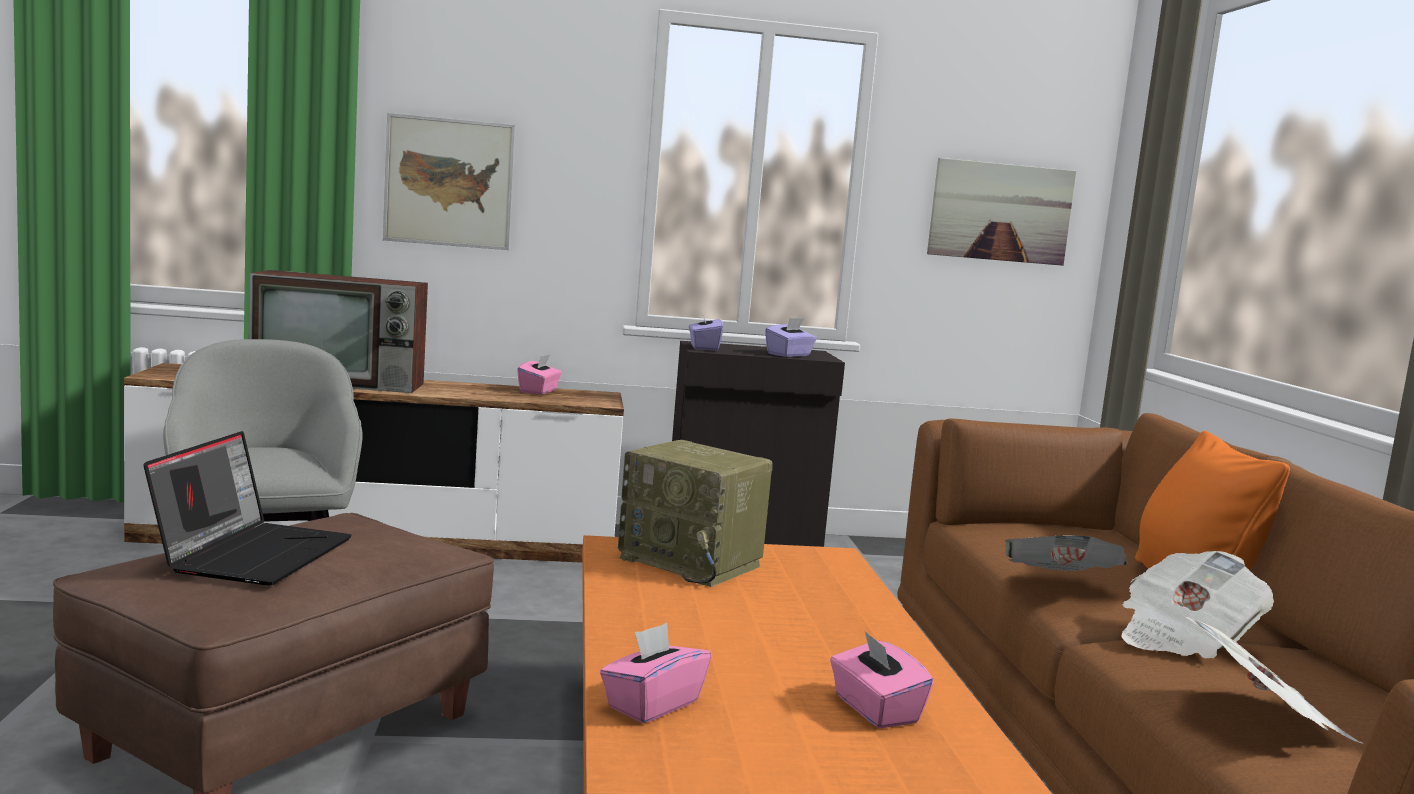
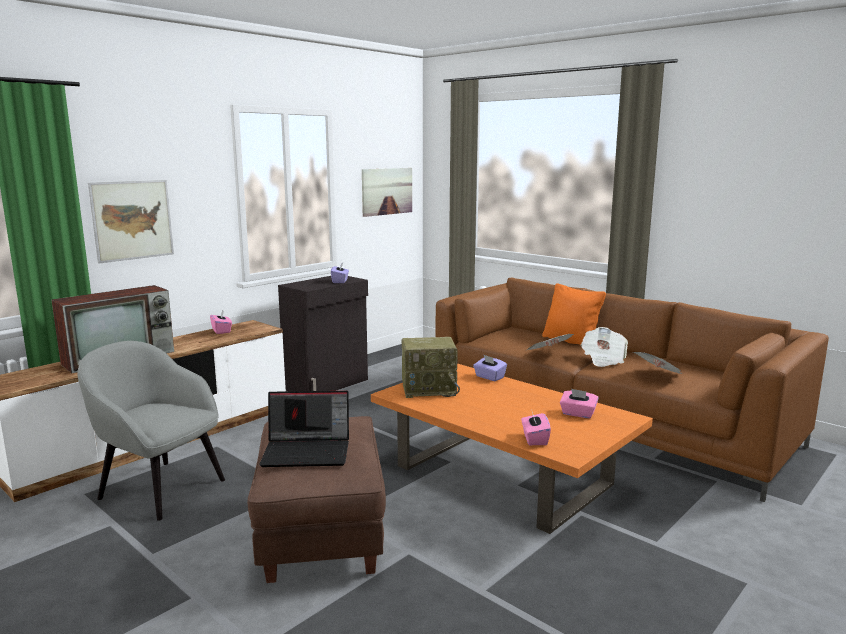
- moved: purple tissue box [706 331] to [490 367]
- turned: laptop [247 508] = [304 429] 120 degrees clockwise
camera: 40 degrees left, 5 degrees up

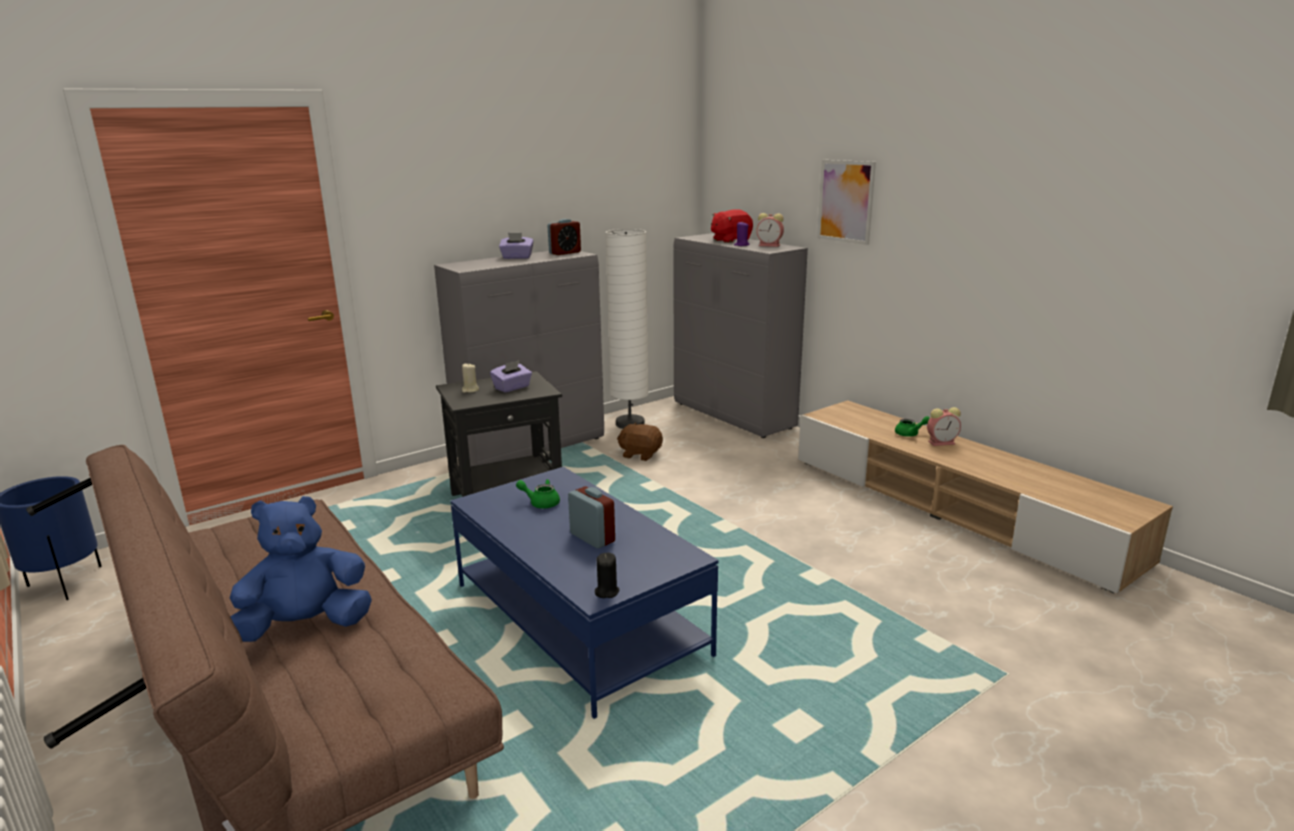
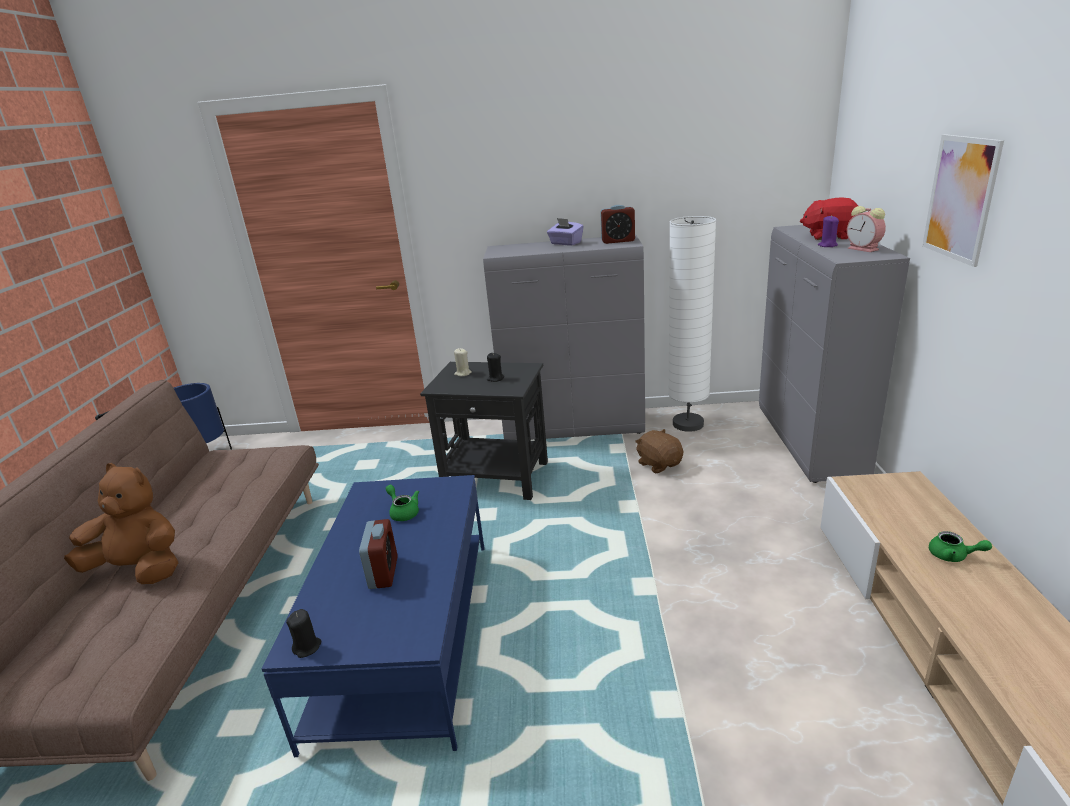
- replaced: purple tissue box [511 376] to black candle [495 367]
- removed: alarm clock [944 426]
- recoloured: blue plush toy [301 569] to brown plush toy [121 523]
camera: 40 degrees right, 5 degrees up

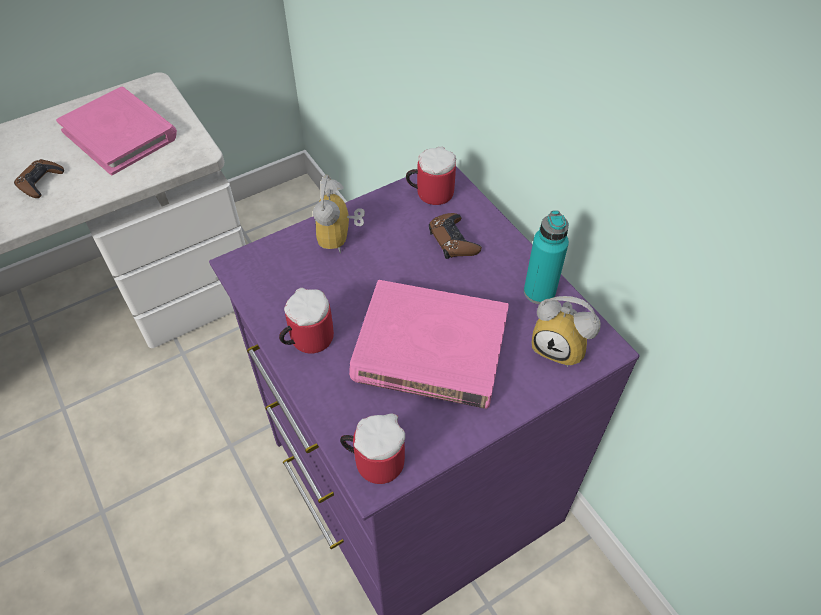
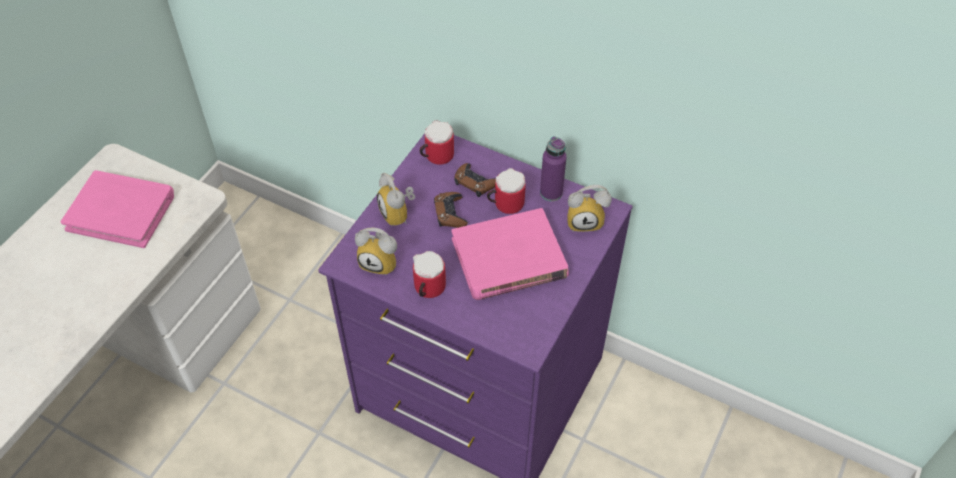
- moved: brown game controller [39 178] to [451 210]
- recoloured: turquoise bottle [546 257] to purple bottle [553 168]
- moved: mug [372 448] to [506 191]
- added: alarm clock [376 251]
camera: 30 degrees left, 0 degrees up

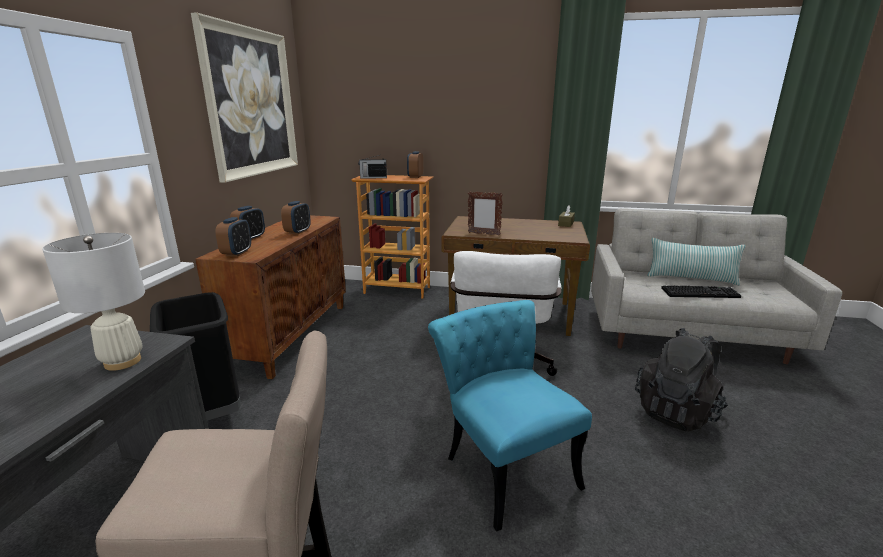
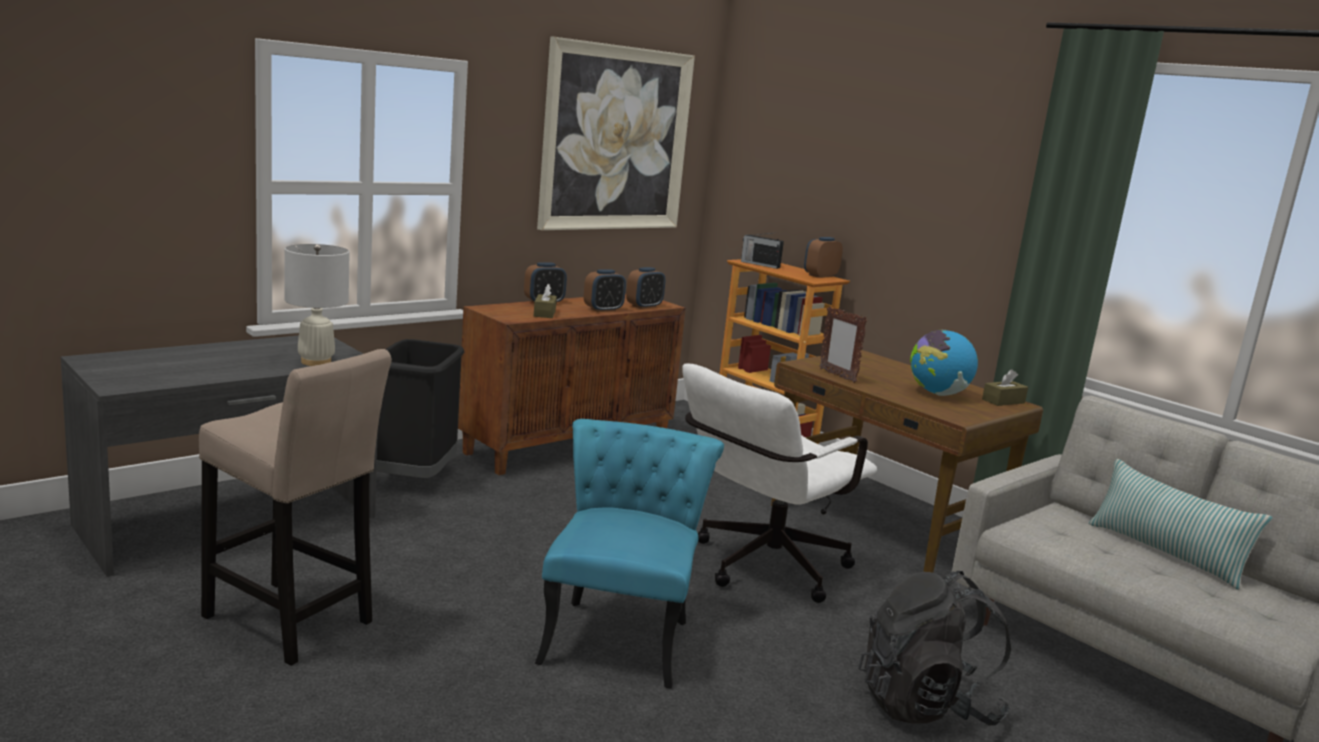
- moved: alarm clock [233 237] to [646 288]
- removed: keyboard [701 291]
- added: brown tissue box [545 301]
- added: globe [944 362]
camera: 35 degrees right, 5 degrees down

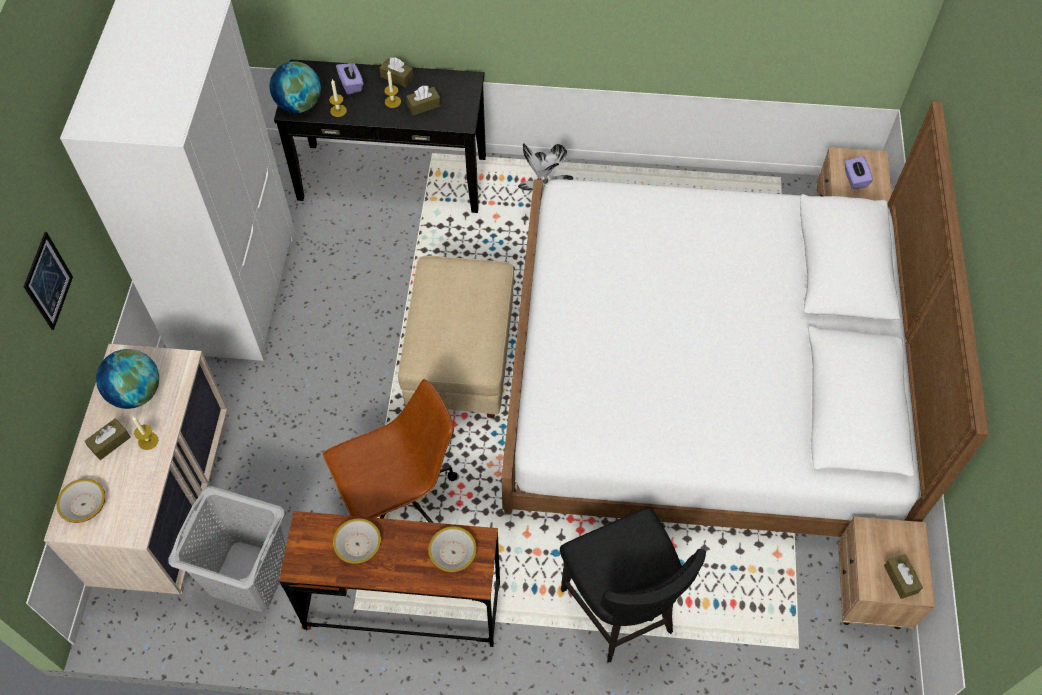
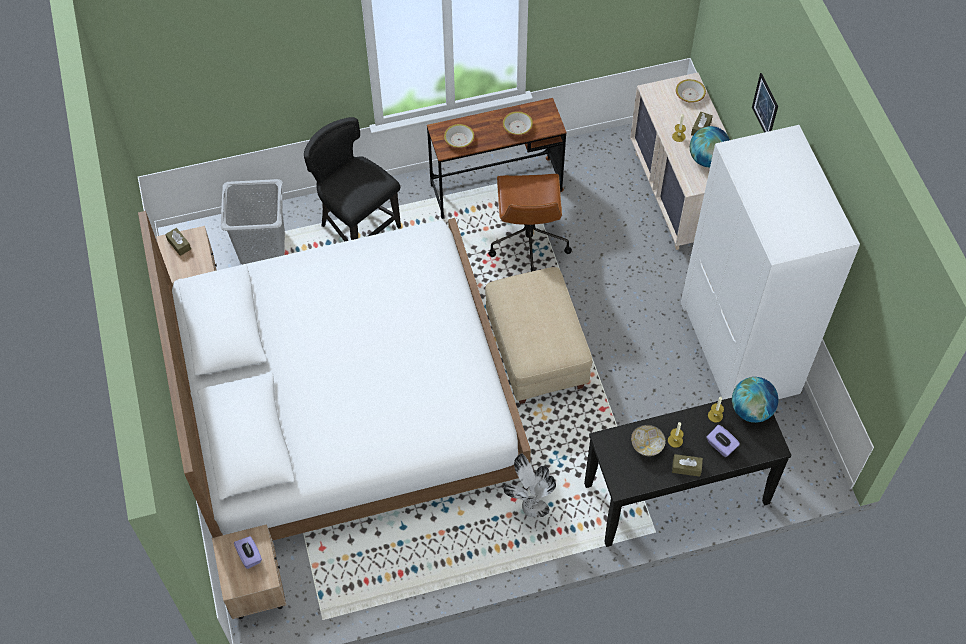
- replaced: brown tissue box [423 100] to bowl [648 440]
- turned: brown office chair [390 451] = [530 223] 45 degrees counterclockwise
- moved: grey laundry basket [227 549] to [253 221]
camera: 160 degrees right, 0 degrees up

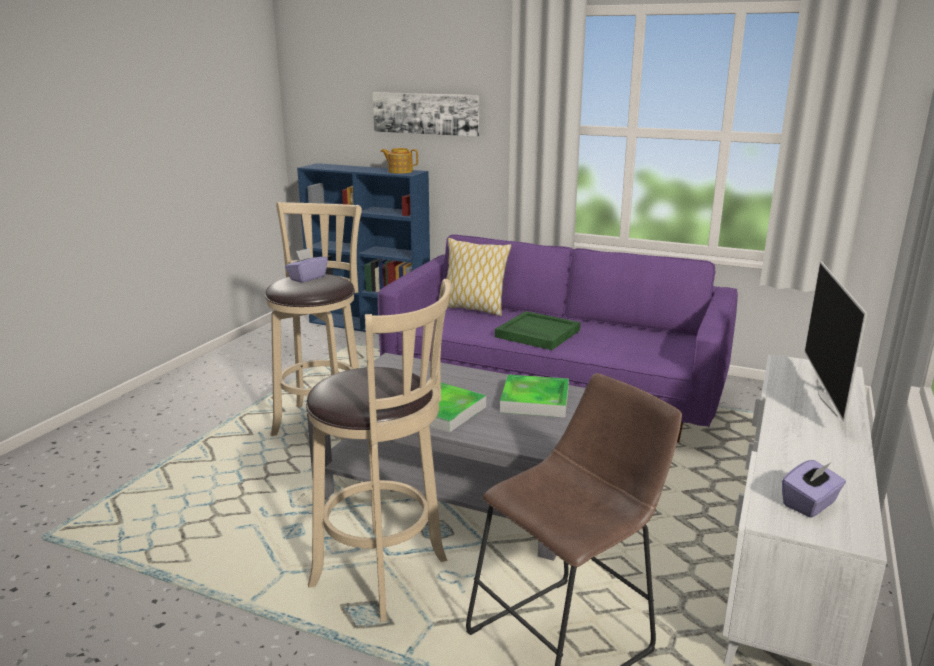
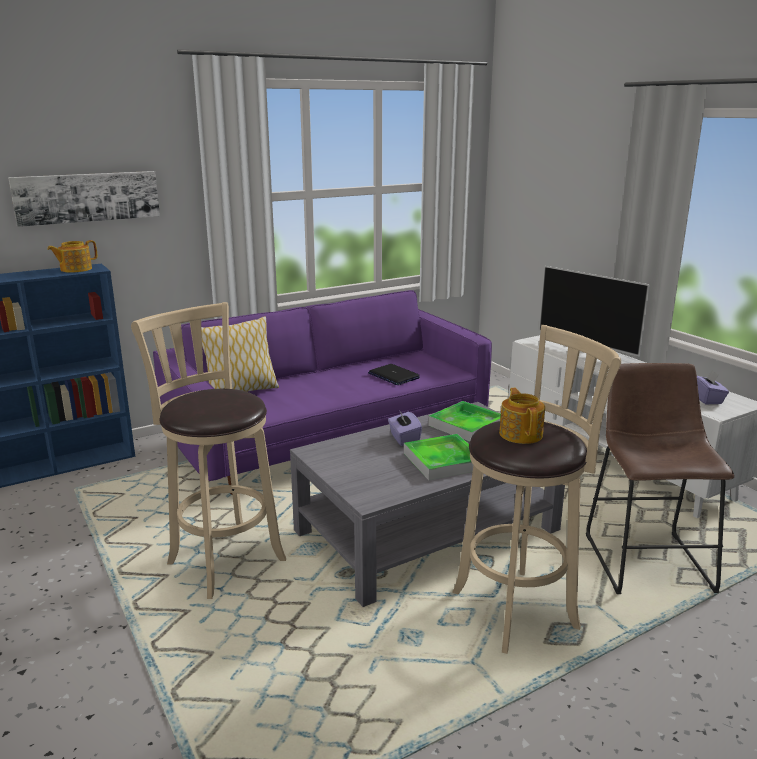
- moved: purple tissue box [306 265] to [405 428]
- removed: green tray [538 330]
- added: laptop [394 374]
- added: teapot [522 416]
camera: 55 degrees left, 0 degrees up

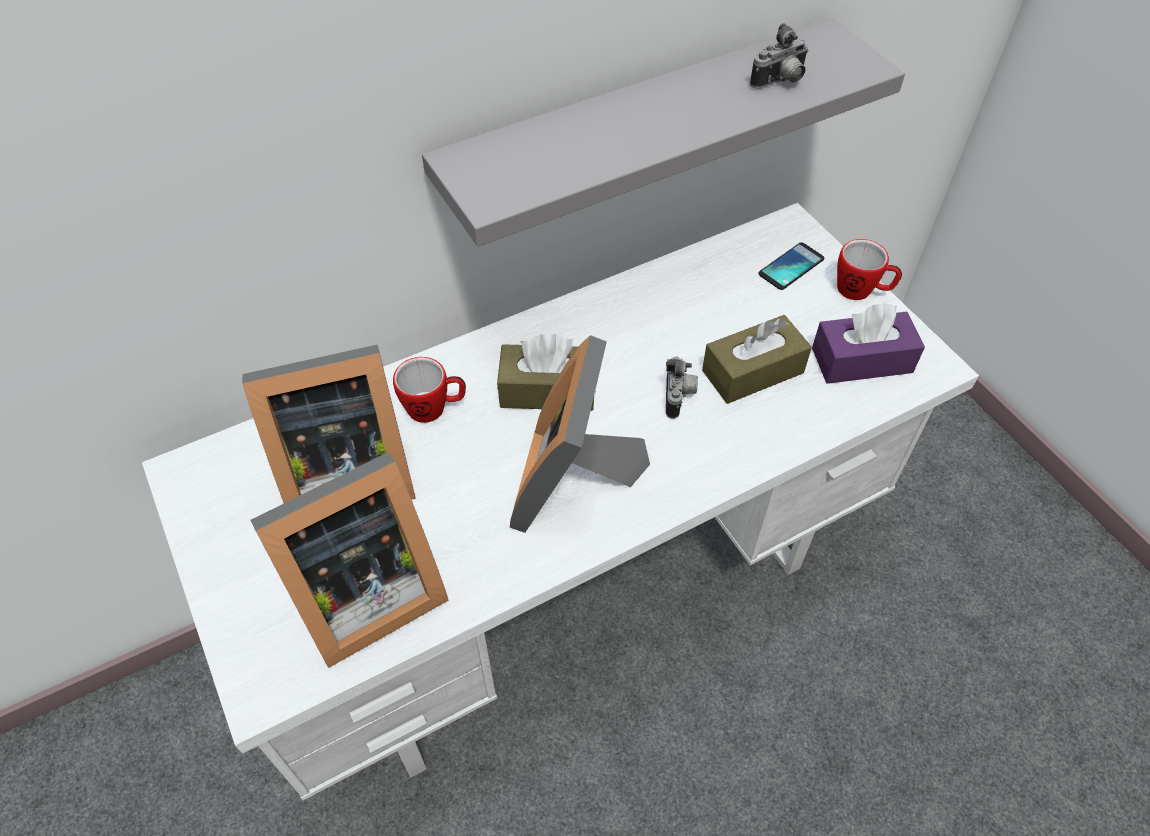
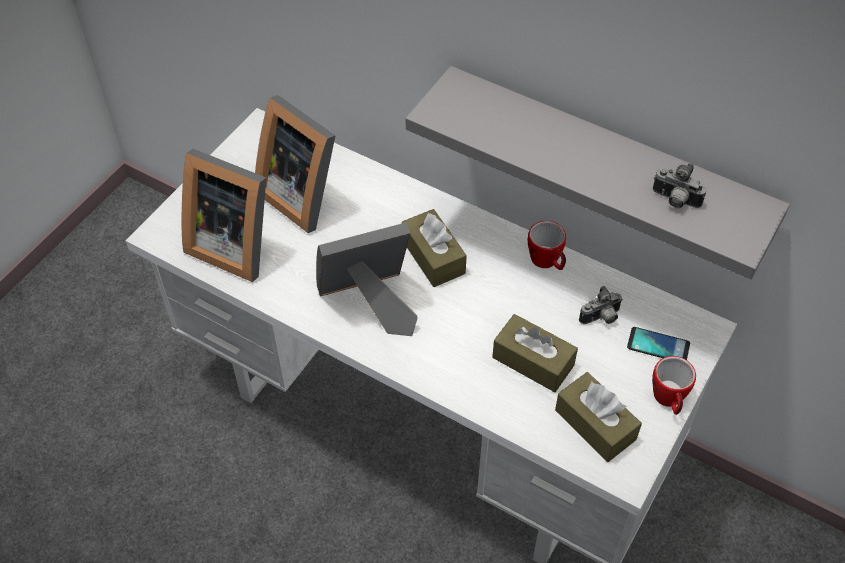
- recoloured: purple tissue box [868 343] to brown tissue box [598 417]
- moved: photo camera [682 387] to [601 305]
- moved: mug [429 390] to [547 245]
camera: 60 degrees right, 0 degrees up

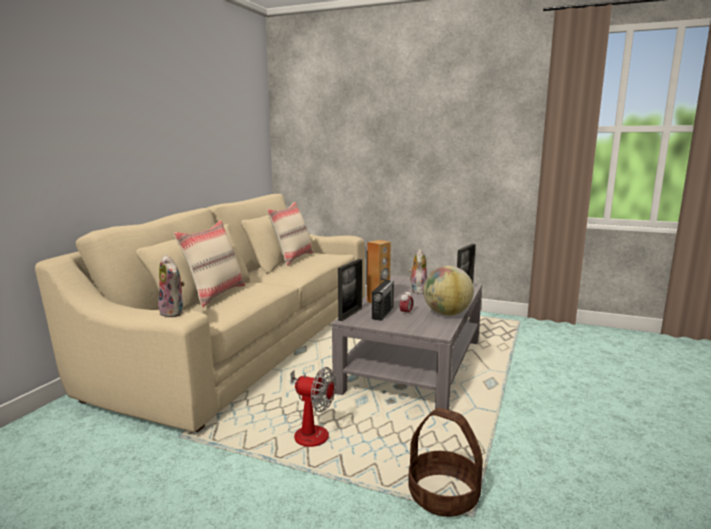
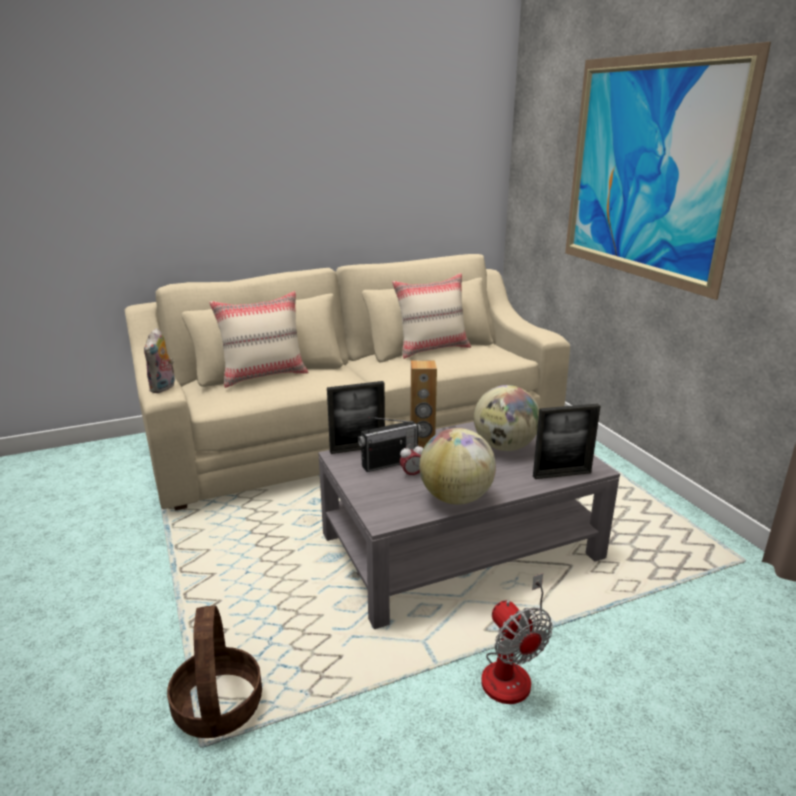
- replaced: plush toy [418 271] to globe [506 418]
- moved: fan [311 407] to [516 638]
- added: picture [668 171]
camera: 45 degrees right, 10 degrees up

